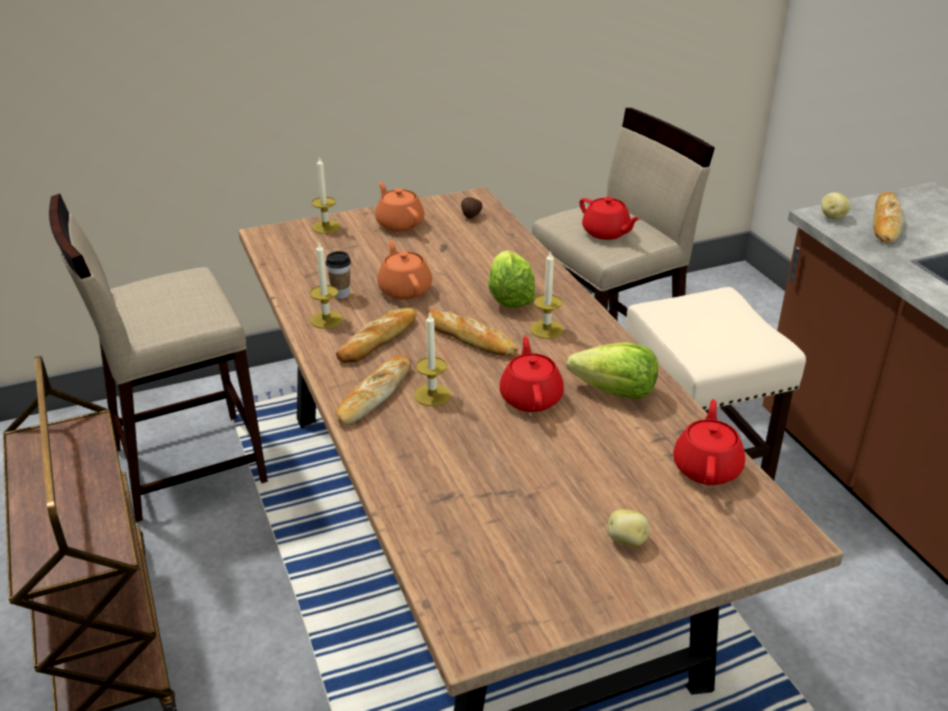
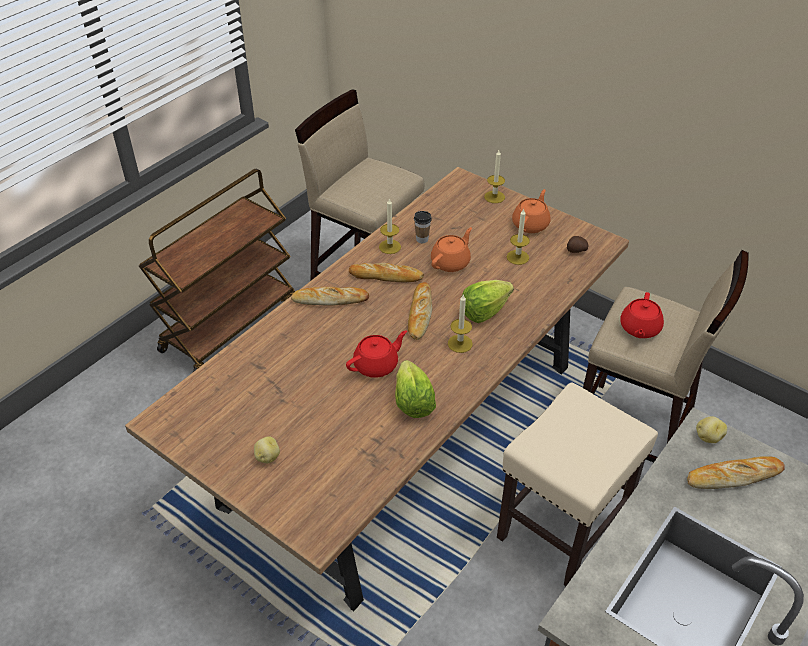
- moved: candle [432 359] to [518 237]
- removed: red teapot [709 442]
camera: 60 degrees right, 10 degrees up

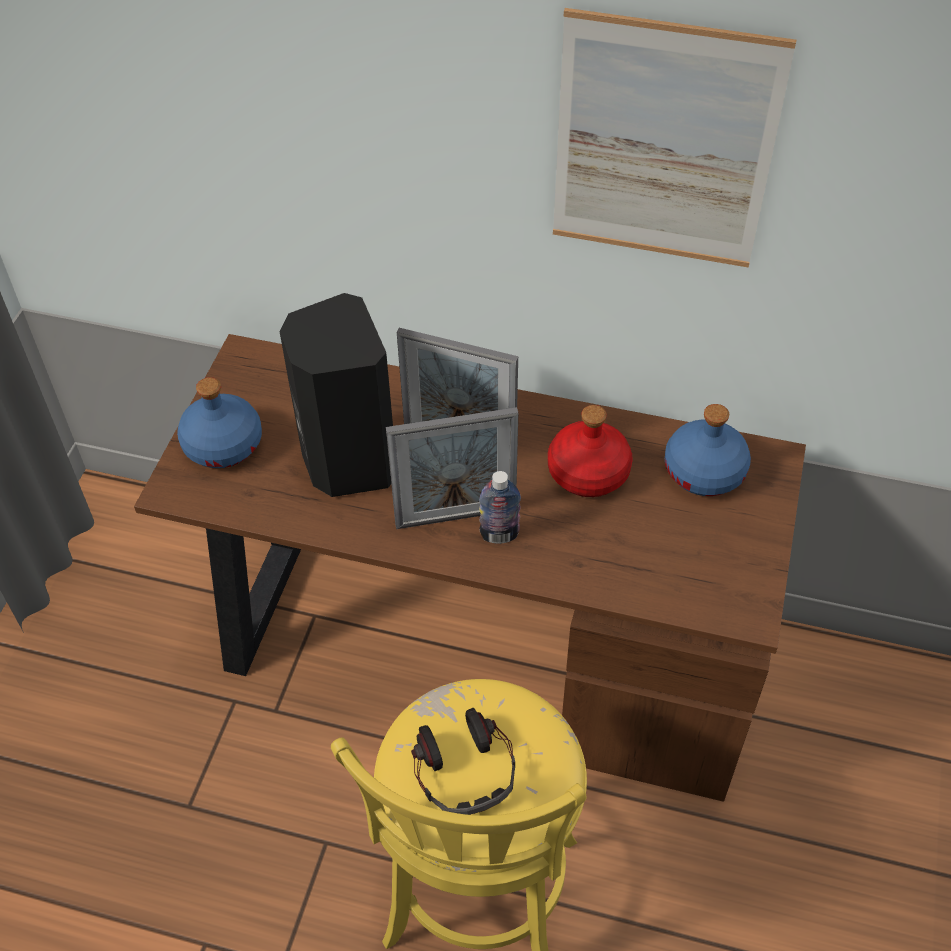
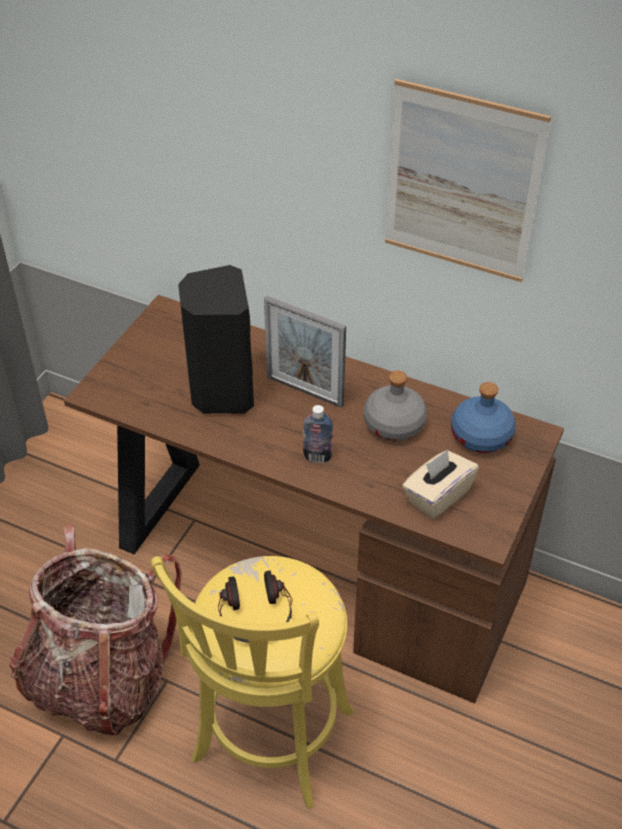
- removed: blue bottle [219 422]
- recoloured: red bottle [590 451] to grey bottle [395 406]
- removed: picture frame [452 468]
- added: beige tissue box [440 484]
- added: backpack [95 630]
camera: 10 degrees right, 5 degrees down

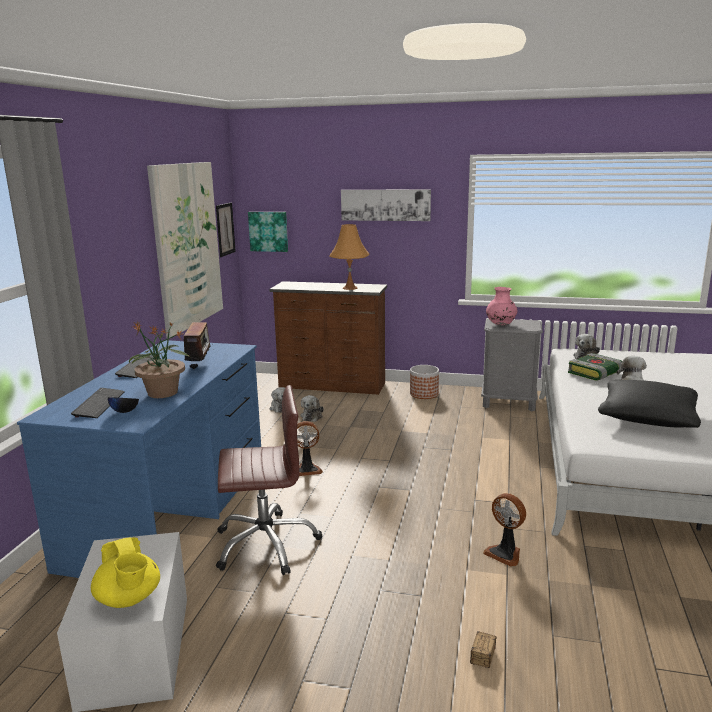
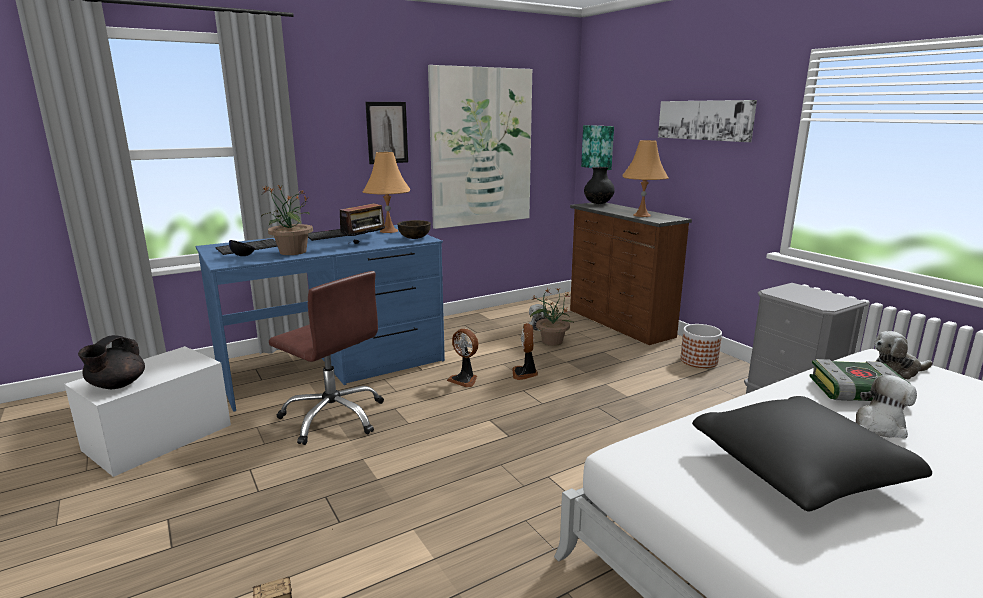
- moved: picture [226 230] to [386 133]
- removed: pink vase [502 306]
- replaced: plush toy [312 408] to potted plant [552 316]
- moved: fan [504 530] to [525 351]
- recoloured: yellow teapot [125 572] to black teapot [111 362]
- added: orange table lamp [386 192]
- added: black vase [599 185]
- added: brown bowl [414 229]
camera: 45 degrees right, 0 degrees up

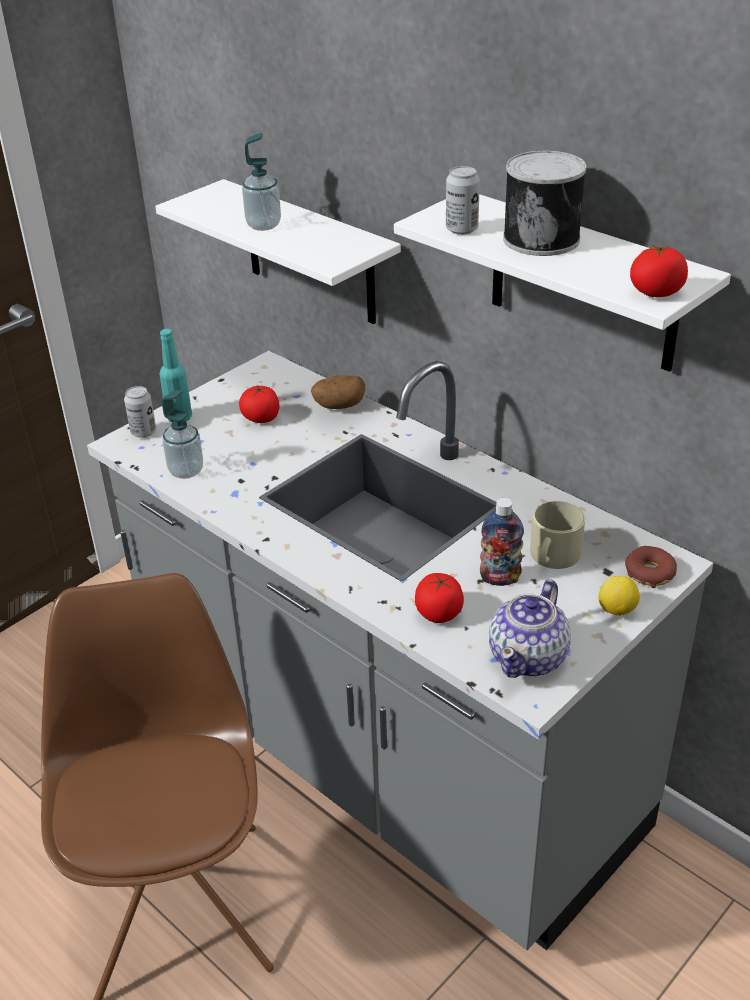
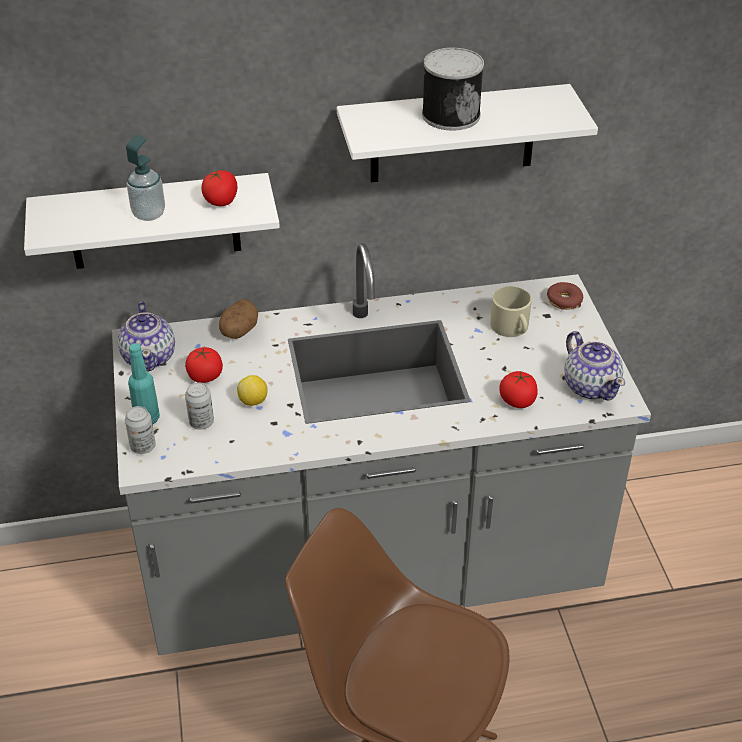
- moved: can [463 200] to [199 406]
- moved: tomato [659 270] to [219 188]
- removed: soap dispenser [182 434]
- removed: bottle [502 542]
- moved: lemon [619 596] to [252 390]
- added: teapot [146 336]
camera: 55 degrees left, 5 degrees up

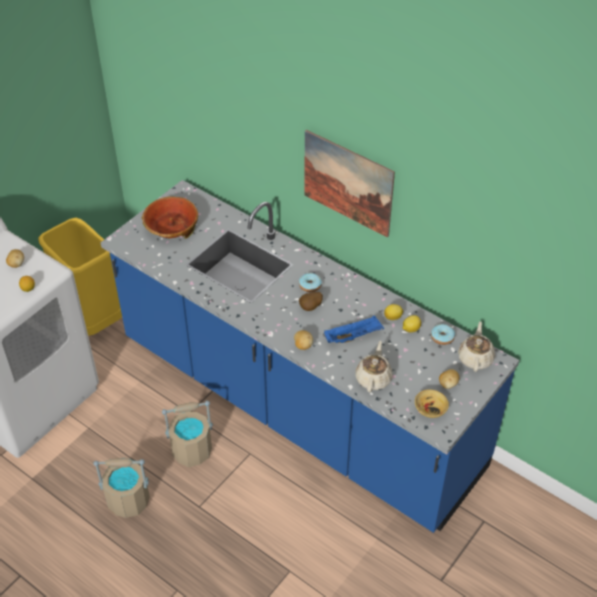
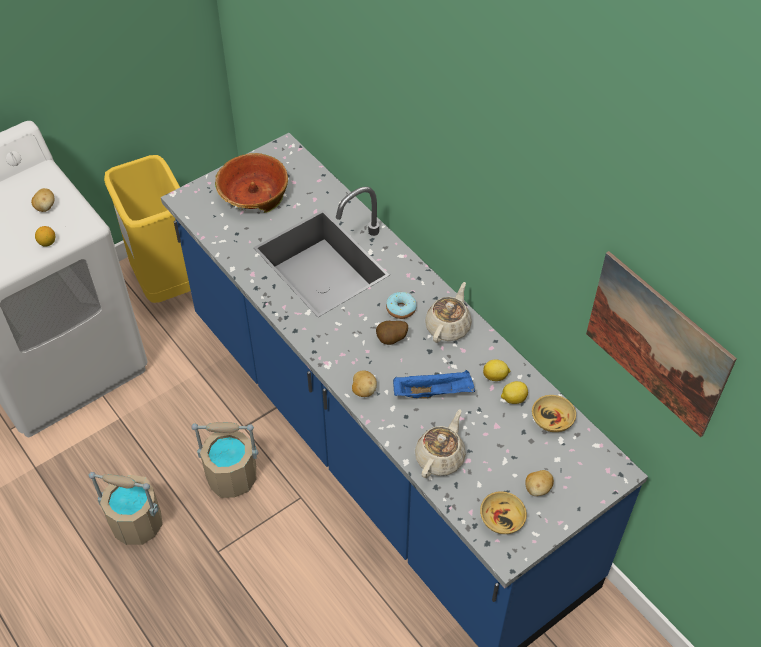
- moved: picture [349 184] to [661 344]
- moved: beige teapot [476 346] to [448 312]
- replaced: donut [443 334] to beige bowl [554 413]
camera: 15 degrees right, 5 degrees up

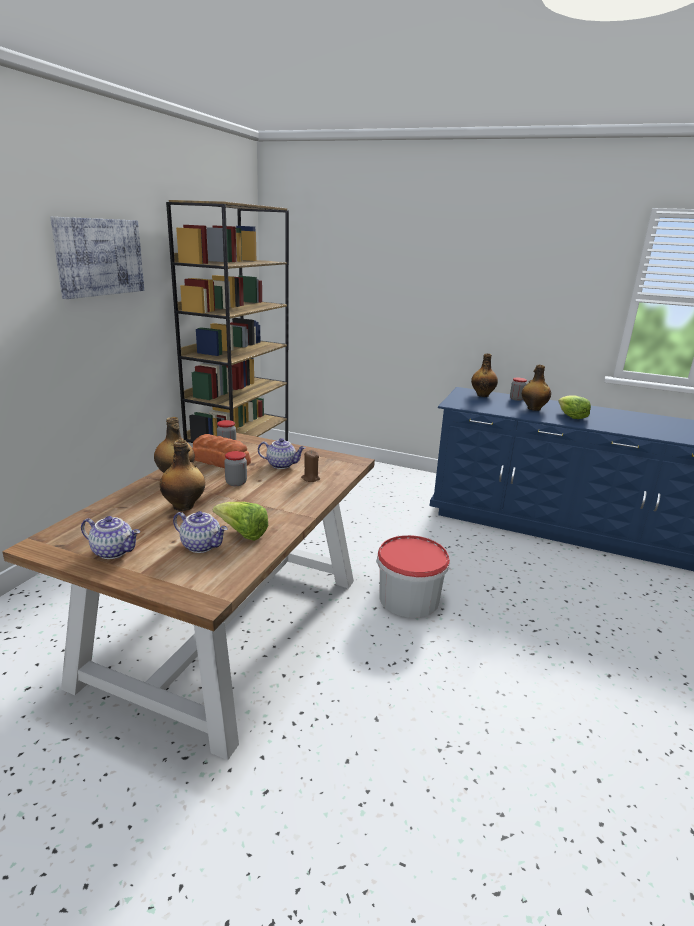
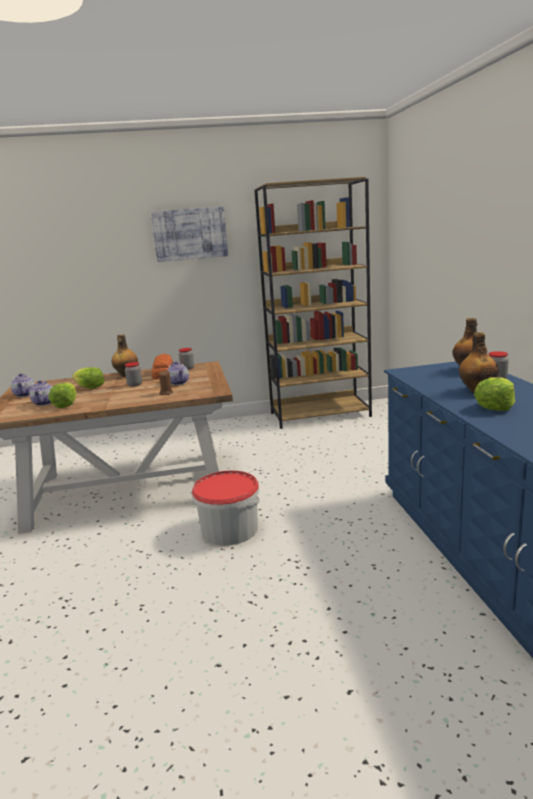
- replaced: bottle [182 475] to lettuce [88 378]
camera: 60 degrees right, 5 degrees down

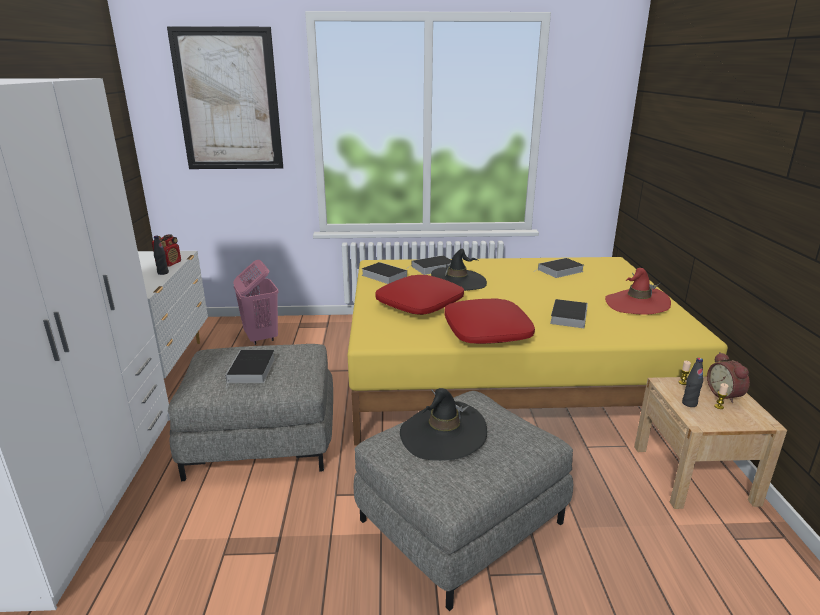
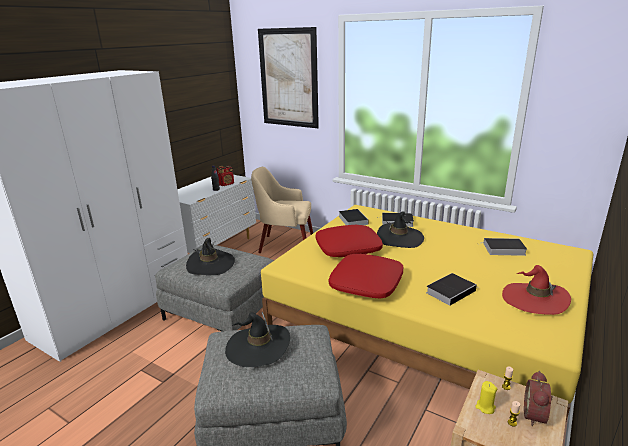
- replaced: pink laundry basket [255 302] to beige armchair [282 210]
- replaced: book [250 369] to black hat [210 256]
- replaced: black bottle [692 382] to yellow candle [486 397]
camera: 35 degrees right, 0 degrees up

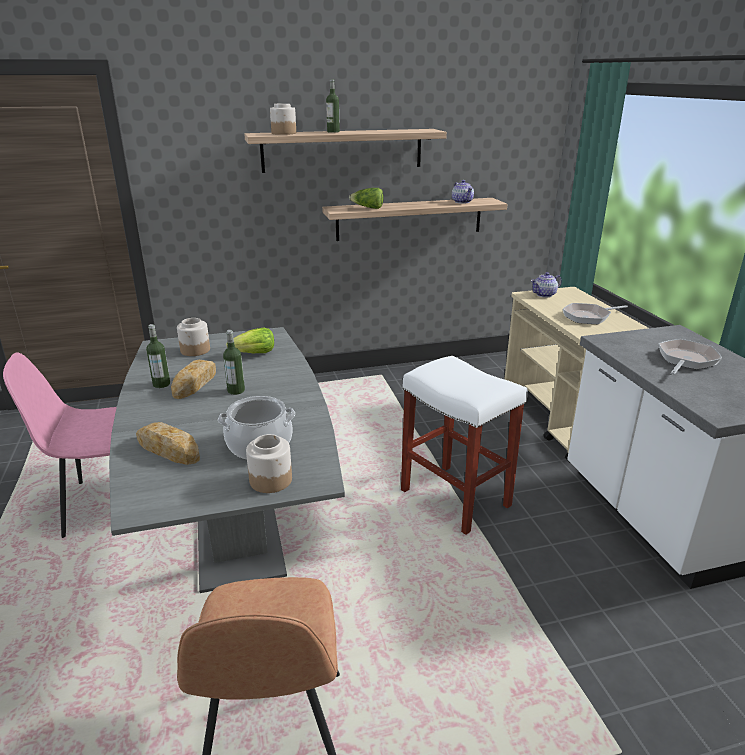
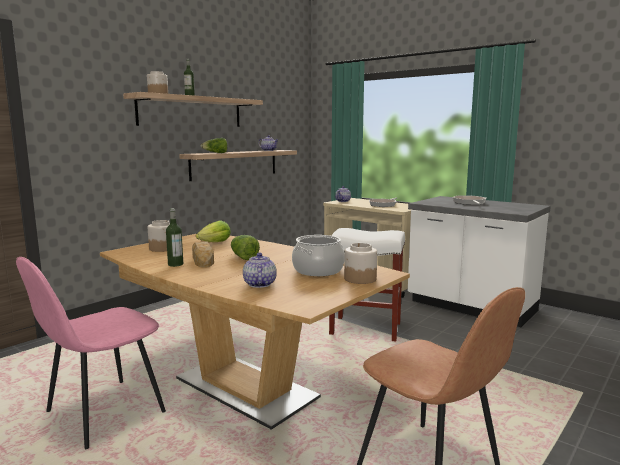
- recoloured: grey dining table [227 460] to brown dining table [255 332]
- replaced: bottle [234 362] to lettuce [245 247]
- replaced: bread [168 443] to teapot [260 270]
camera: 35 degrees left, 15 degrees down

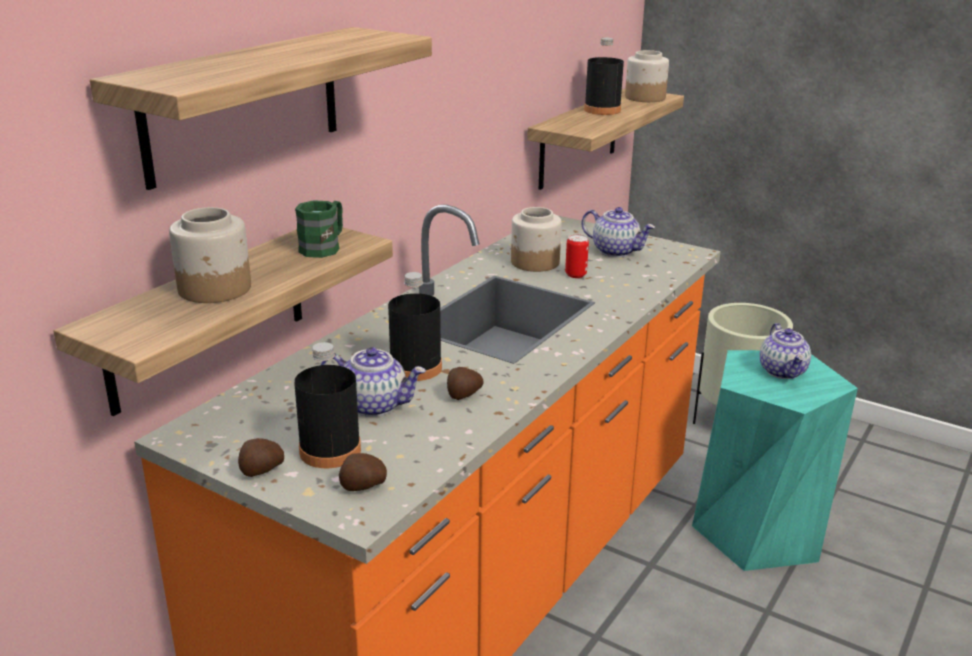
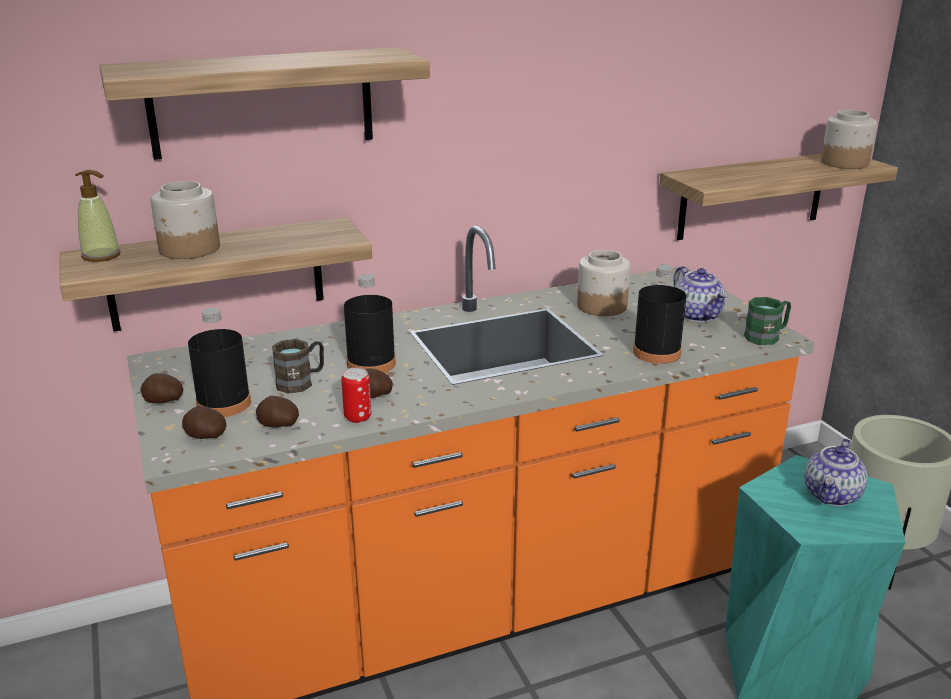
- moved: black bottle [604 76] to [660 314]
- moved: green mug [319 229] to [767 321]
- moved: can [577 256] to [356 395]
- replaced: teapot [373 382] to brown mug [298 366]
- added: soap dispenser [97 216]
- added: potato [277 412]
camera: 35 degrees right, 0 degrees up

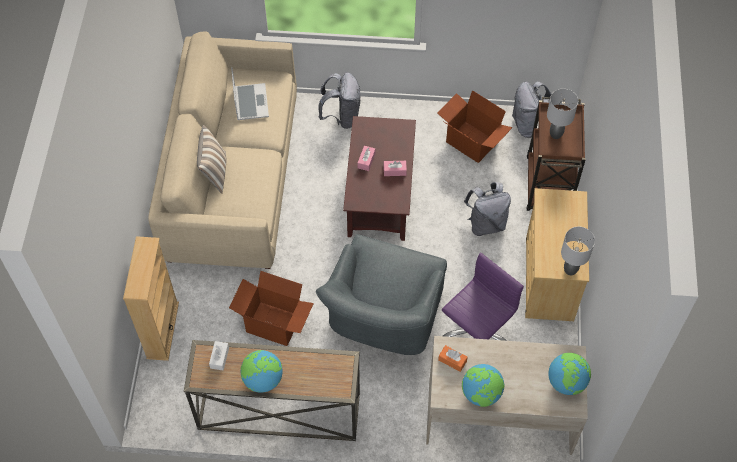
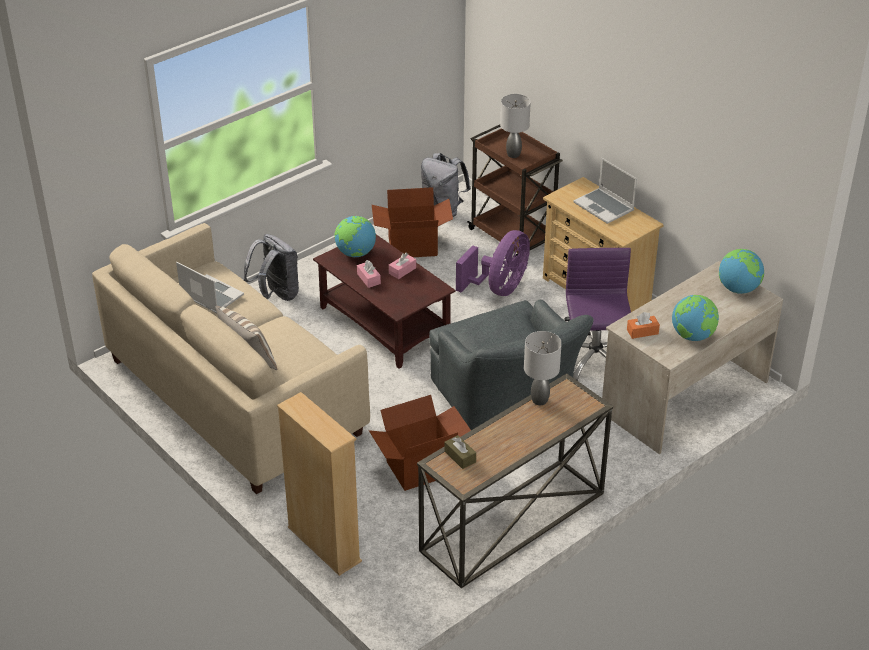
- replaced: grey backpack [487 209] to purple fan [493 263]
- moved: grey table lamp [578 251] to [543 368]
- recoloured: white tissue box [219 355] to brown tissue box [460 452]
- moved: globe [262 371] to [355 236]
- added: laptop [605 191]
camera: 45 degrees left, 20 degrees down

